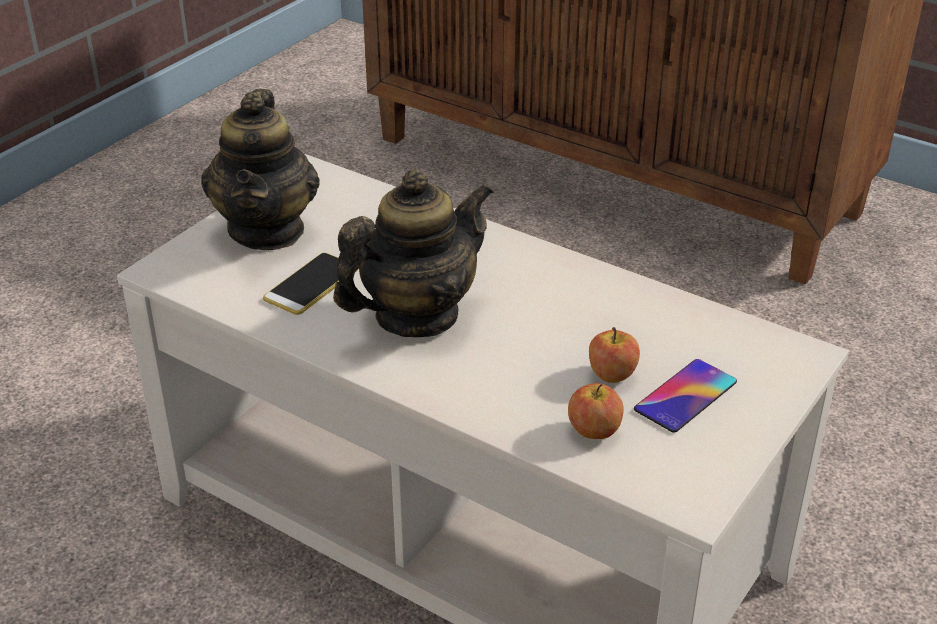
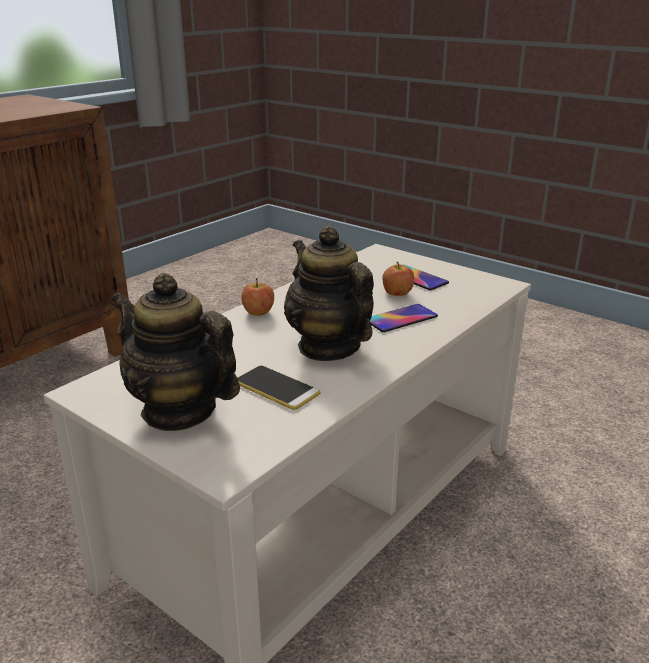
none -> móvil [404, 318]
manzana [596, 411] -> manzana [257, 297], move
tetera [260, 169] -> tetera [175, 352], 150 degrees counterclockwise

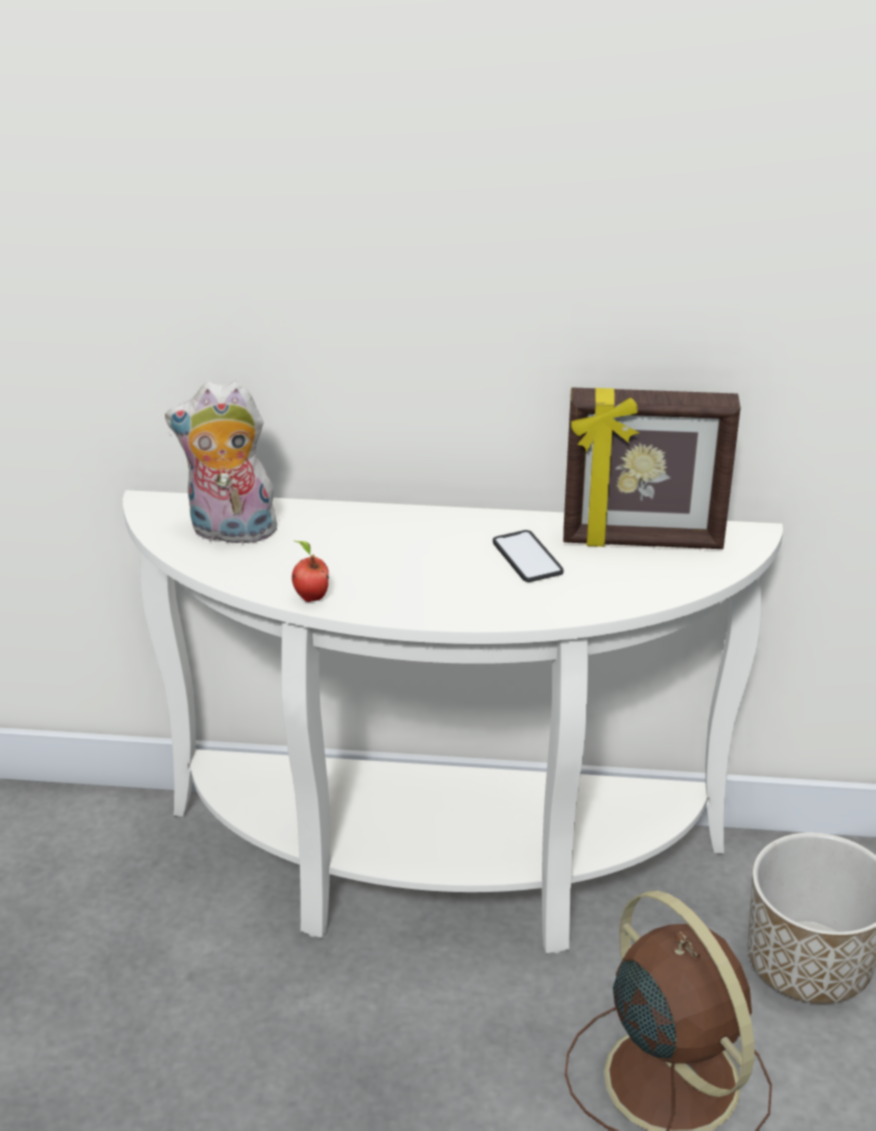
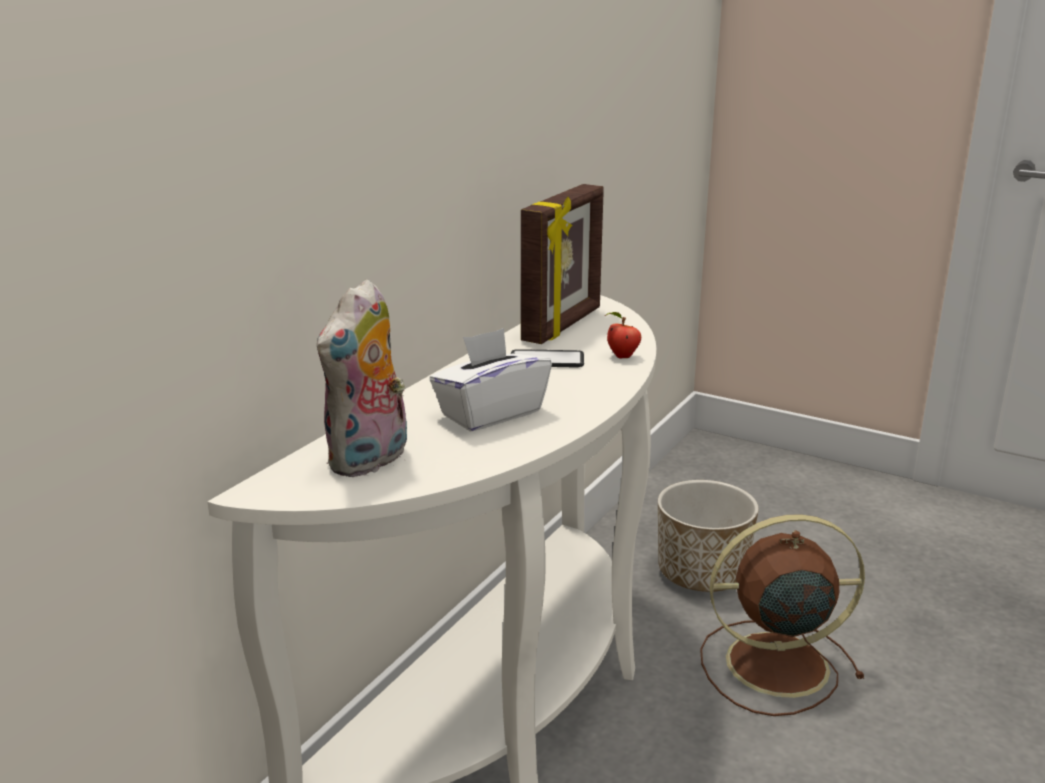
none -> caja de pañuelos [blanco] [491, 380]
manzana [310, 571] -> manzana [623, 335], move

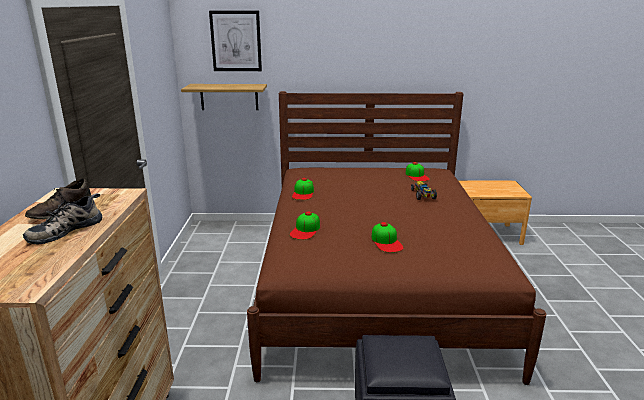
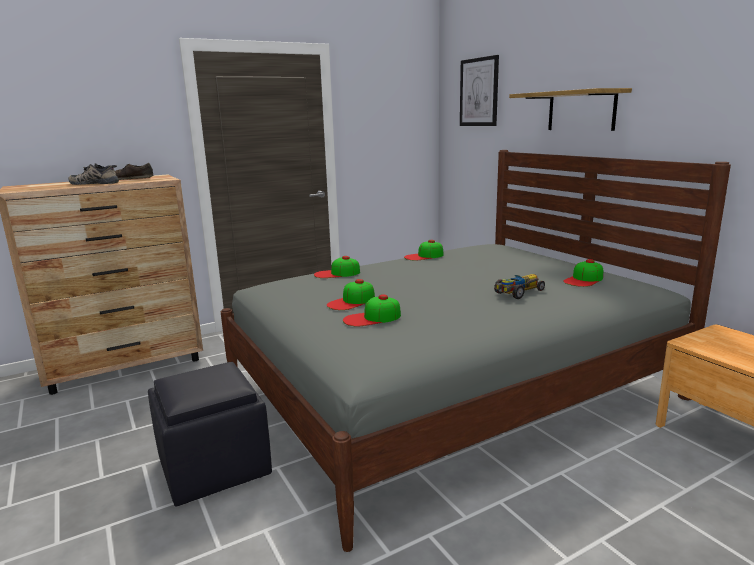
none -> gorra [372, 310]
estante [224, 97] -> estante [570, 109], move
cama [marrón] [396, 238] -> cama [gris] [476, 351]

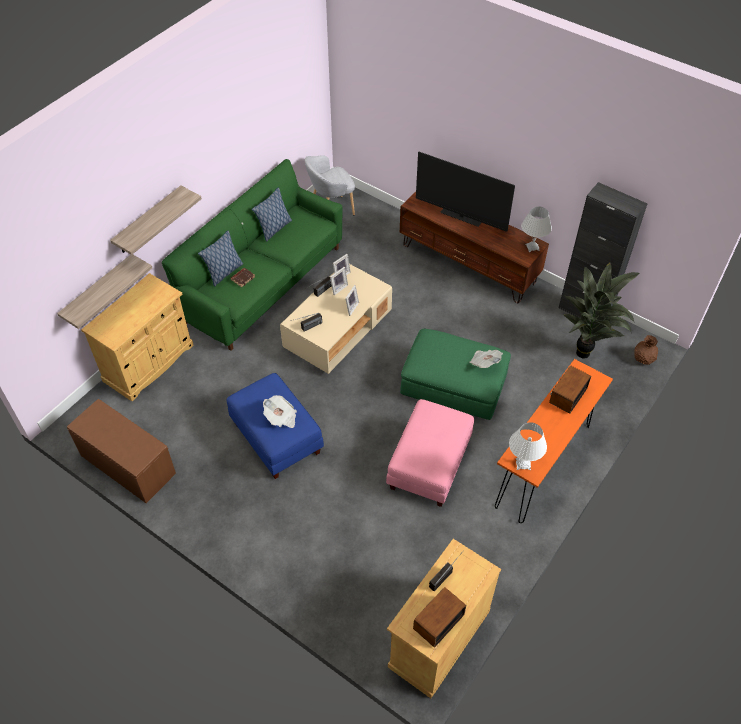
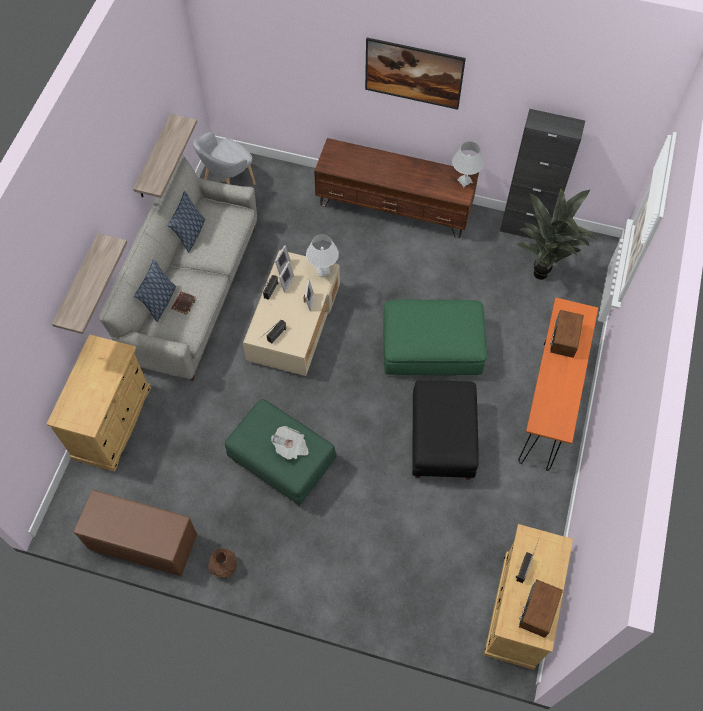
televisor [465, 192] -> none
periódico [486, 359] -> none
none -> cuadro [415, 74]
estante [104, 291] -> estante [165, 156], move
lámpara de mesa [blanco] [528, 446] -> lámpara de mesa [blanco] [322, 256], move
florero [marrón] [646, 350] -> florero [marrón] [222, 563], move
sofá [verde] [252, 254] -> sofá [gris] [178, 267]
puf [azul] [275, 426] -> puf [verde] [280, 452]
puf [rosa] [430, 453] -> puf [negro] [445, 429]

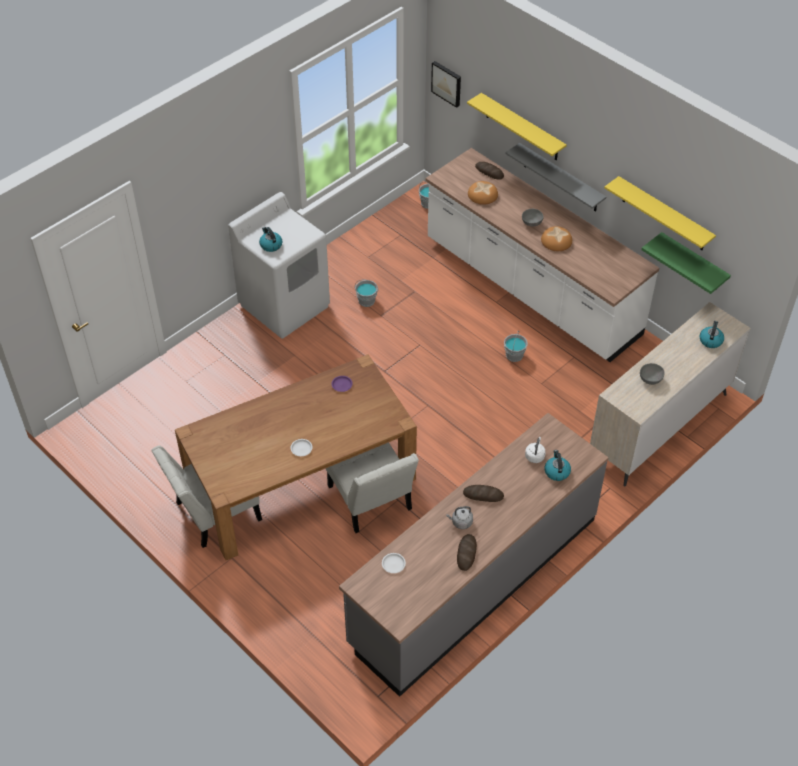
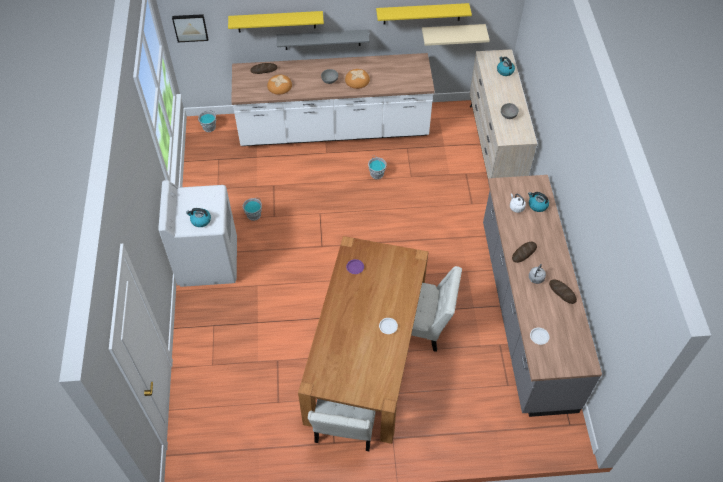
estante [verde] [686, 263] -> estante [beis] [456, 35]

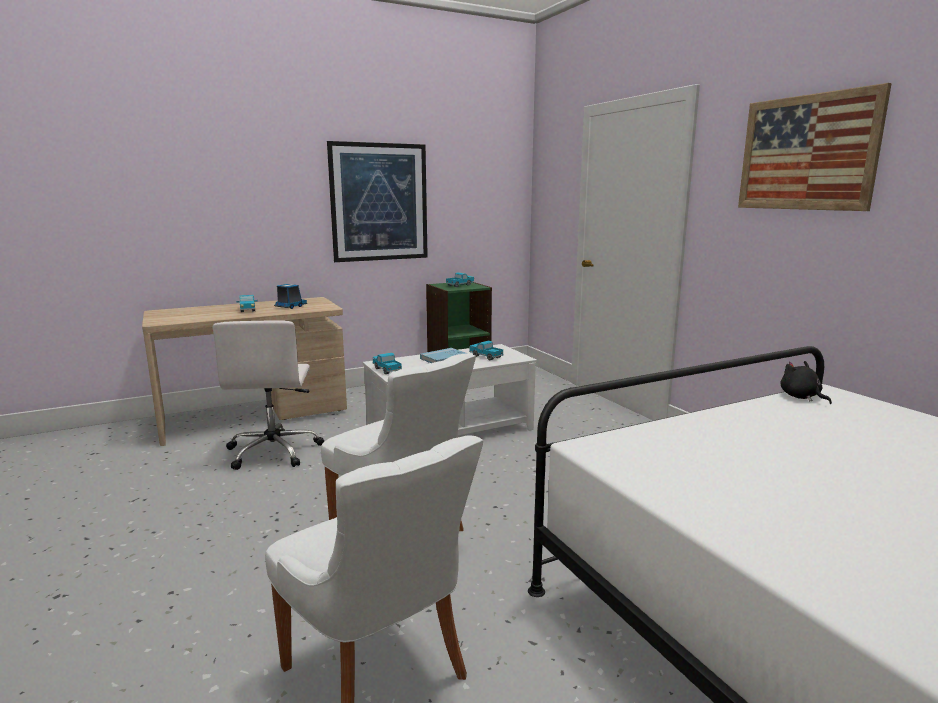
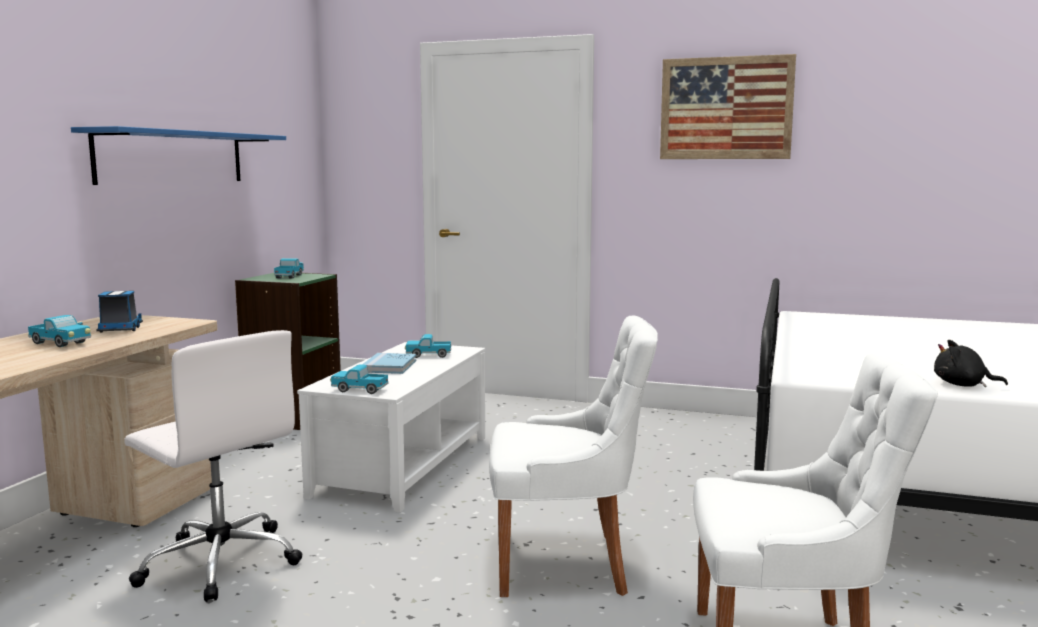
peluche [negro] [806, 382] -> peluche [negro] [971, 363], move
cuadro [377, 201] -> estante [azul] [178, 155]

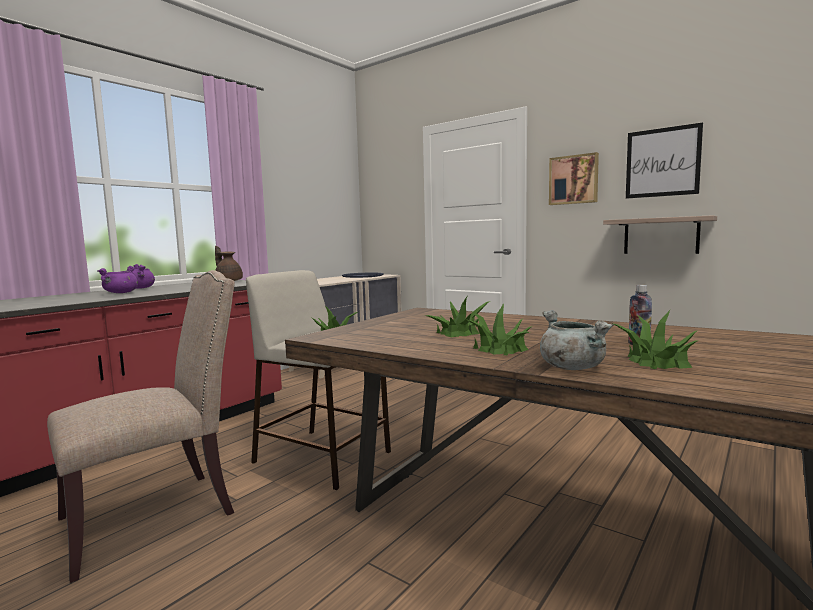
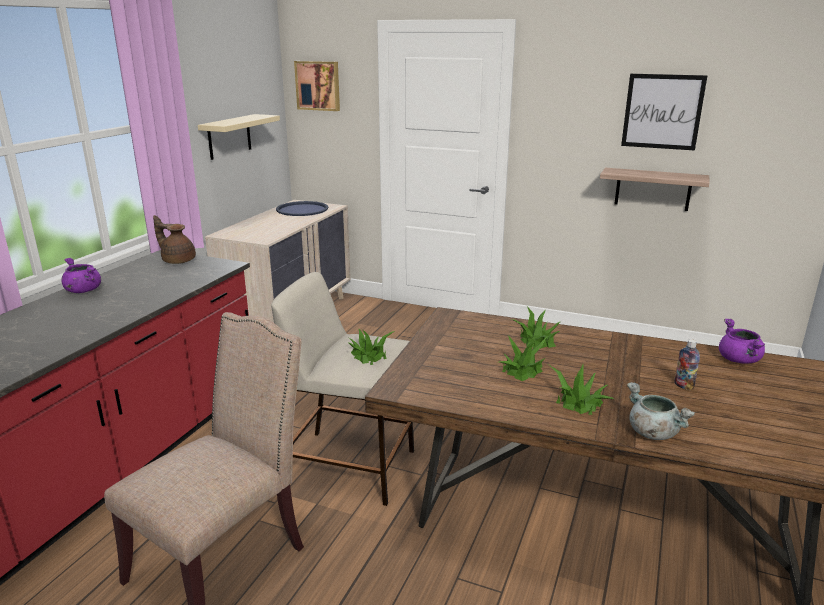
none -> estante [beis] [239, 137]
olla [morado] [118, 279] -> olla [morado] [742, 341], move
cuadro [574, 178] -> cuadro [317, 86], move
planta en maceta [655, 339] -> planta en maceta [536, 327], move

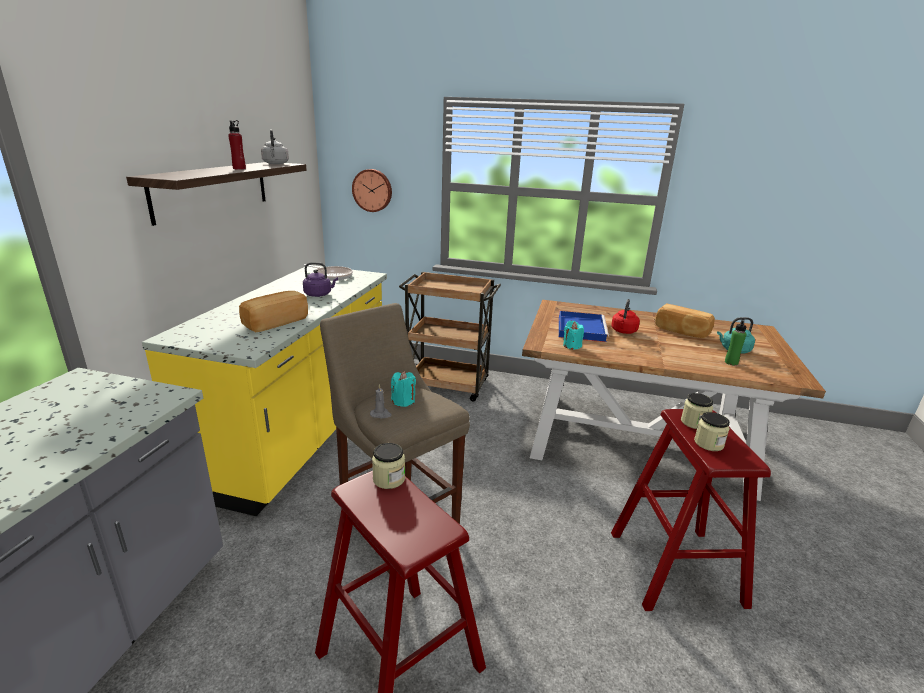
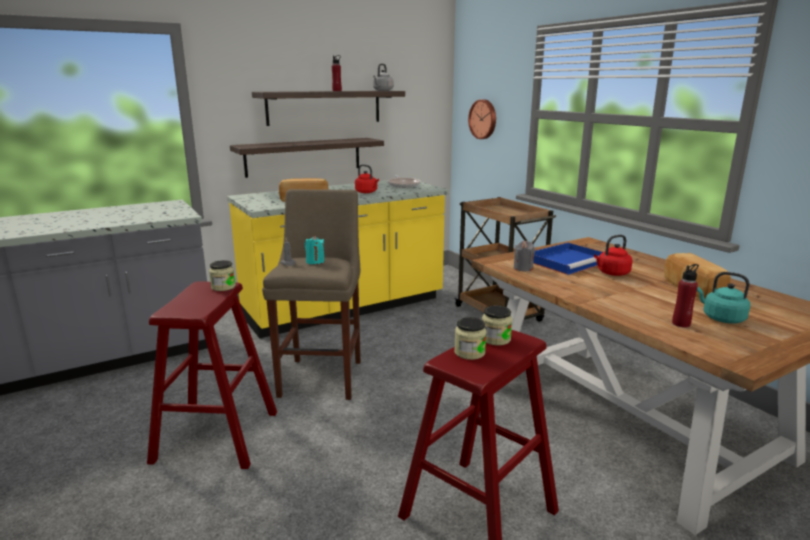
none -> estante [307, 158]
hervidor [morado] [320, 279] -> hervidor [rojo] [367, 178]
vela [turquesa] [573, 335] -> vela [gris] [524, 256]
botella [verde] [735, 341] -> botella [rojo] [685, 296]

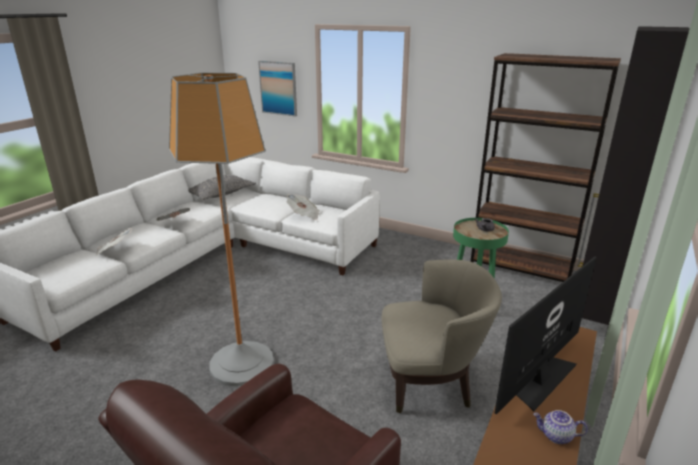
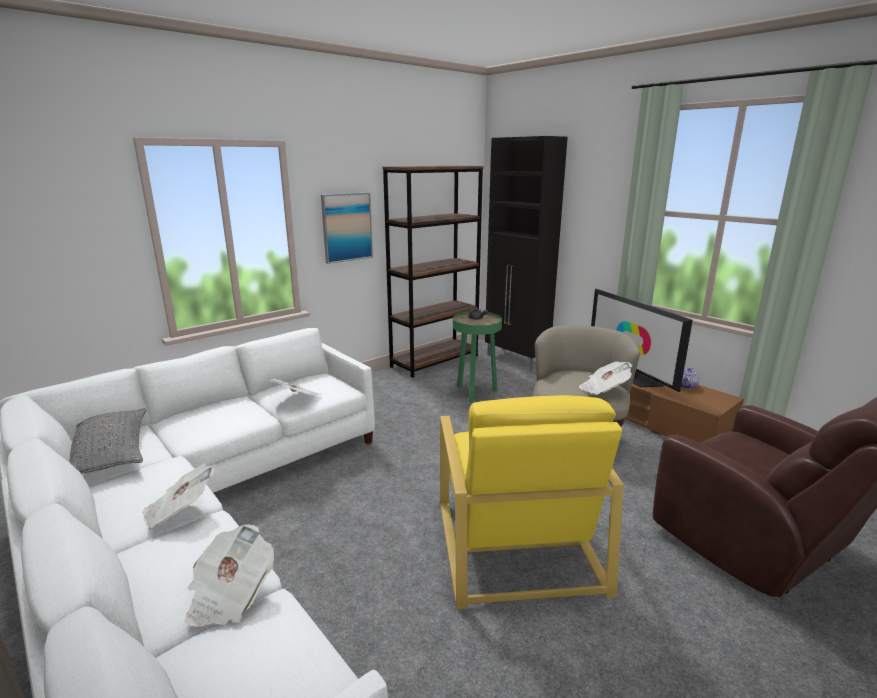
none -> periódico [605, 378]
cuadro [277, 89] -> cuadro [347, 228], move
lámpara de pie [221, 229] -> sillón [amarillo] [532, 502]

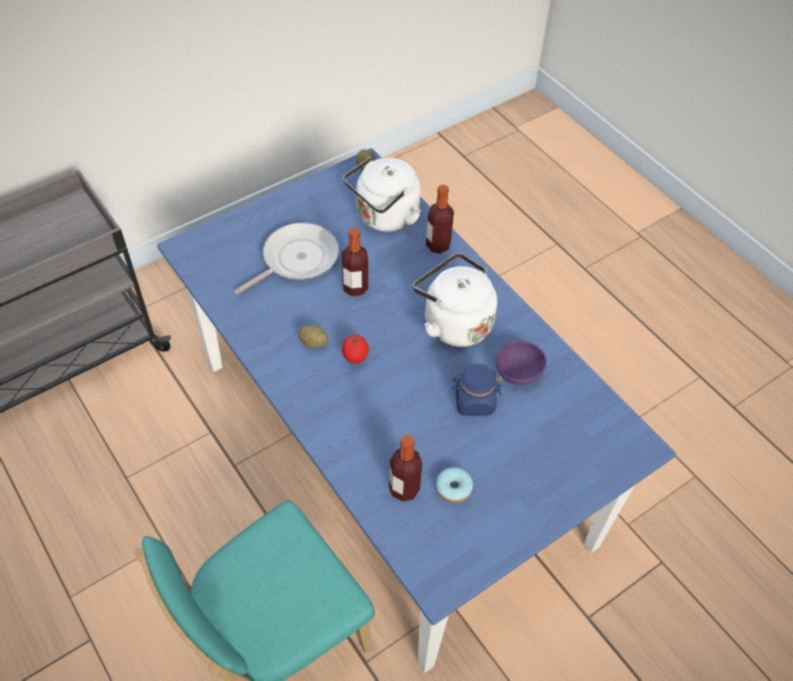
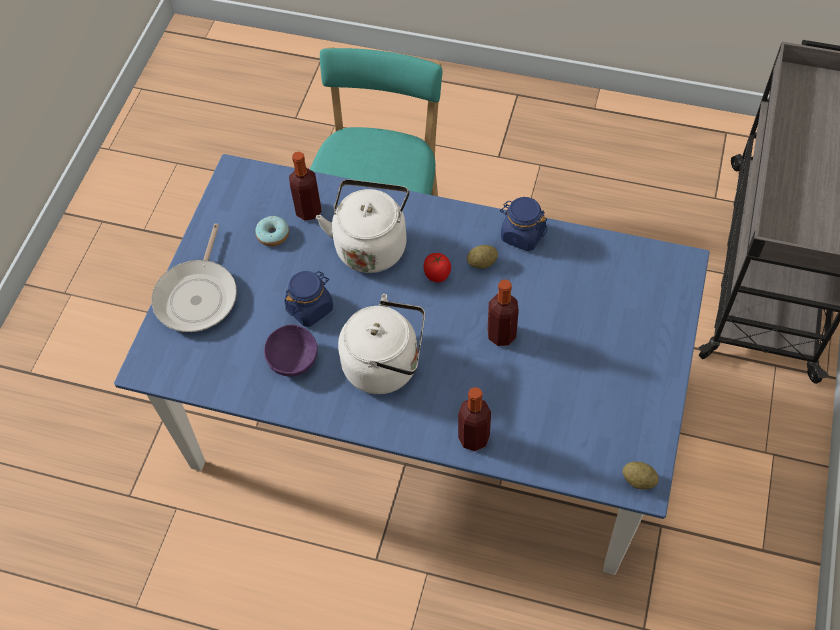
none -> tarro [azul] [523, 224]
sartén [286, 258] -> sartén [194, 278], move
hervidor [blanco] [382, 194] -> hervidor [blanco] [362, 226], move

